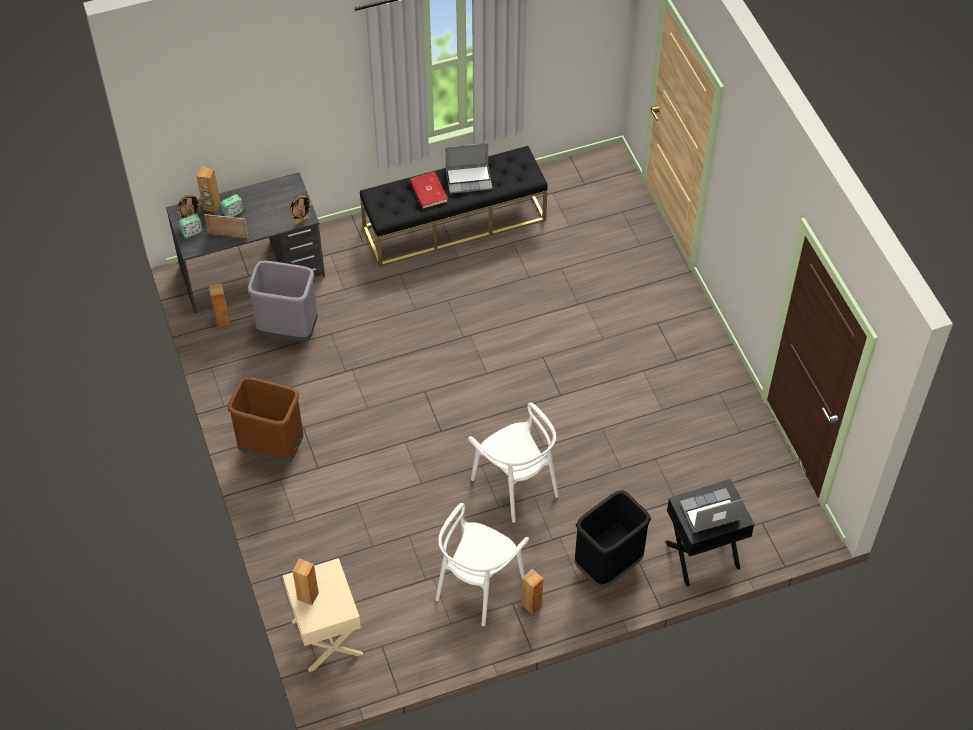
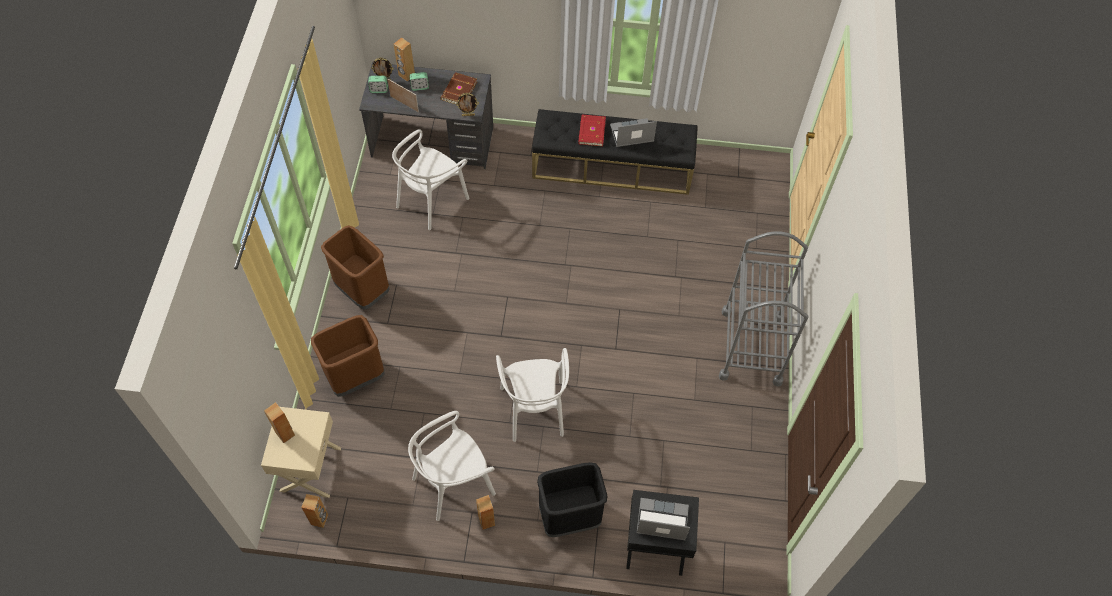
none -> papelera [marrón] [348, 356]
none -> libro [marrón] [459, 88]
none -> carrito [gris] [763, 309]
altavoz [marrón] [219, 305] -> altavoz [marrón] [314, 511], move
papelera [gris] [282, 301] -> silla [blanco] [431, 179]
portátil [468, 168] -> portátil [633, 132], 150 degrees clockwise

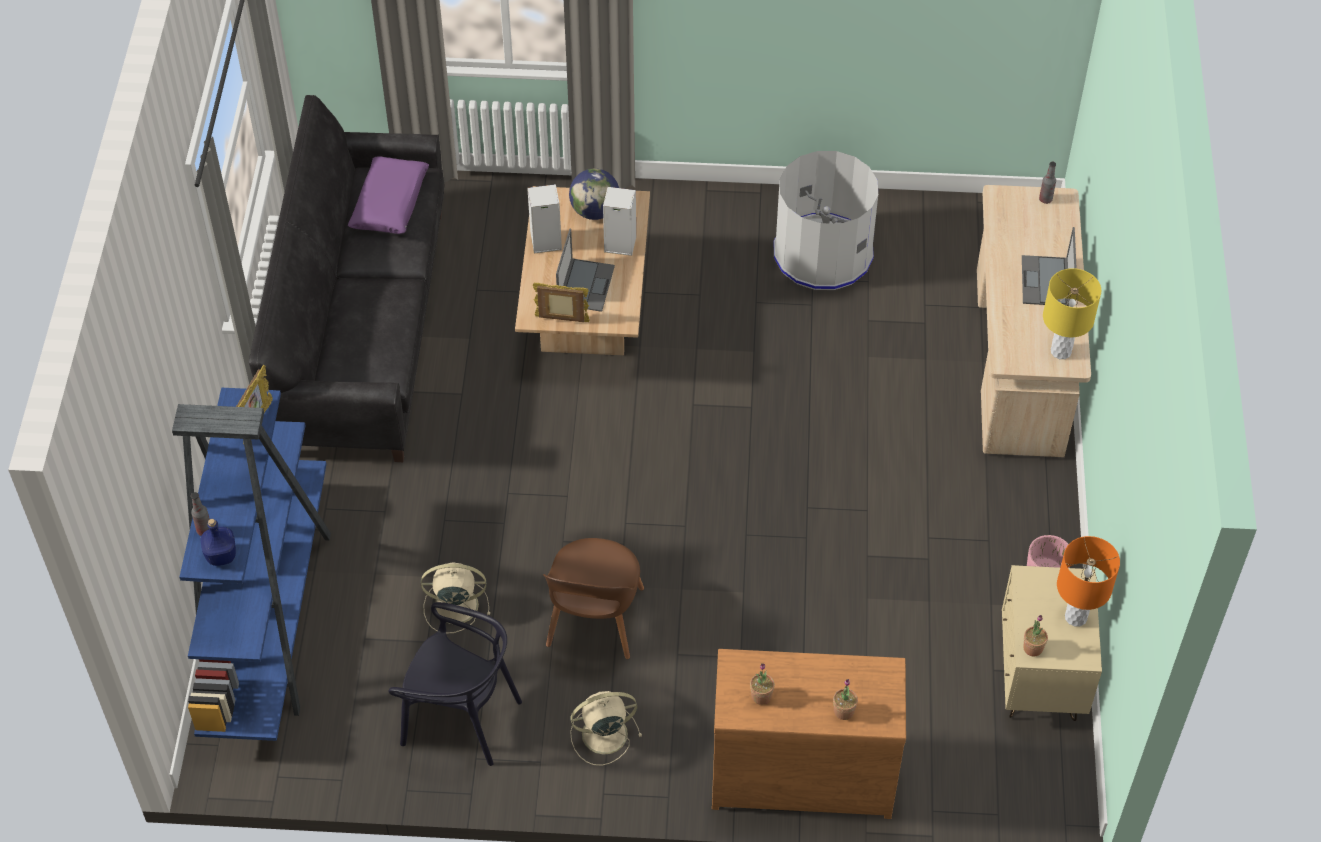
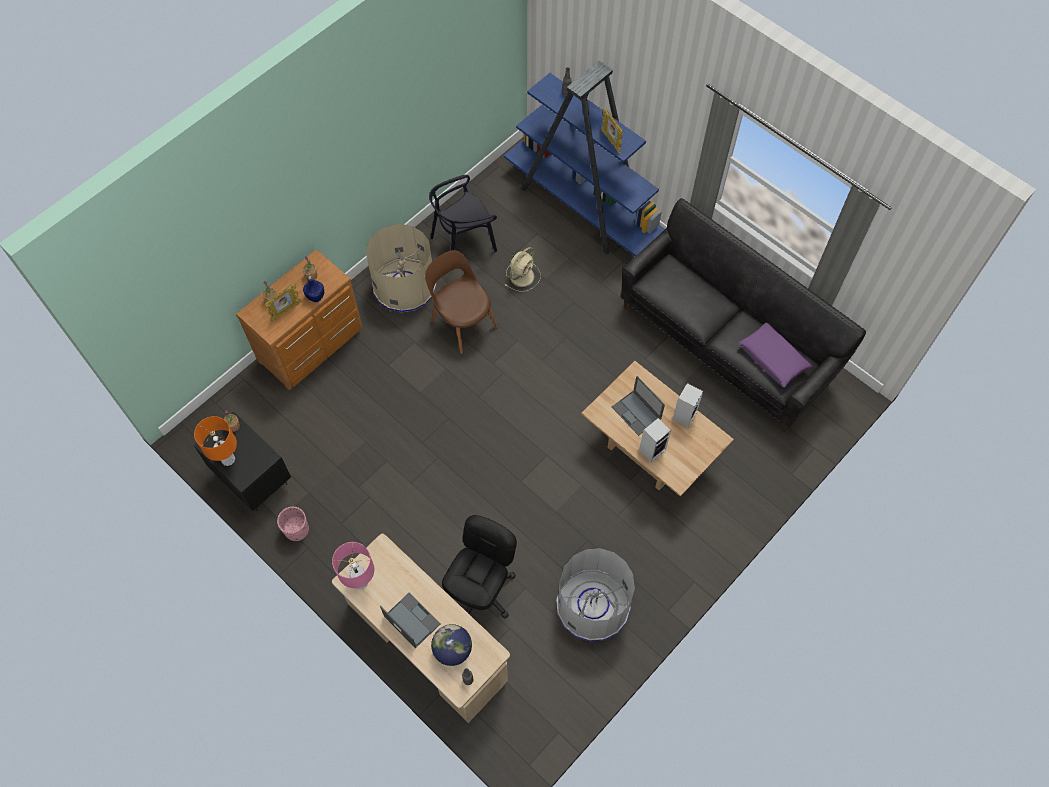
none -> silla de oficina [negro] [479, 567]
botella [azul] [218, 542] -> botella [azul] [313, 289], move
portarretratos [561, 302] -> portarretratos [283, 302], move
globo terráqueo [594, 194] -> globo terráqueo [451, 645], move
ventilador [beis] [606, 728] -> papelera [beis] [401, 268]
mesita de noche [beis] [1052, 643] -> mesita de noche [negro] [242, 461]
lámpara de mesa [amarillo] [1072, 313] -> lámpara de mesa [rosa] [353, 565]

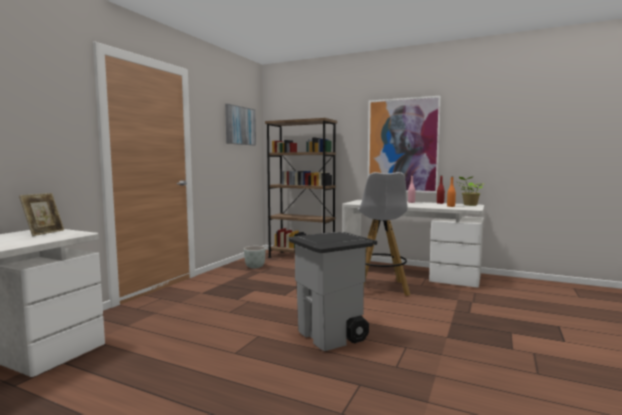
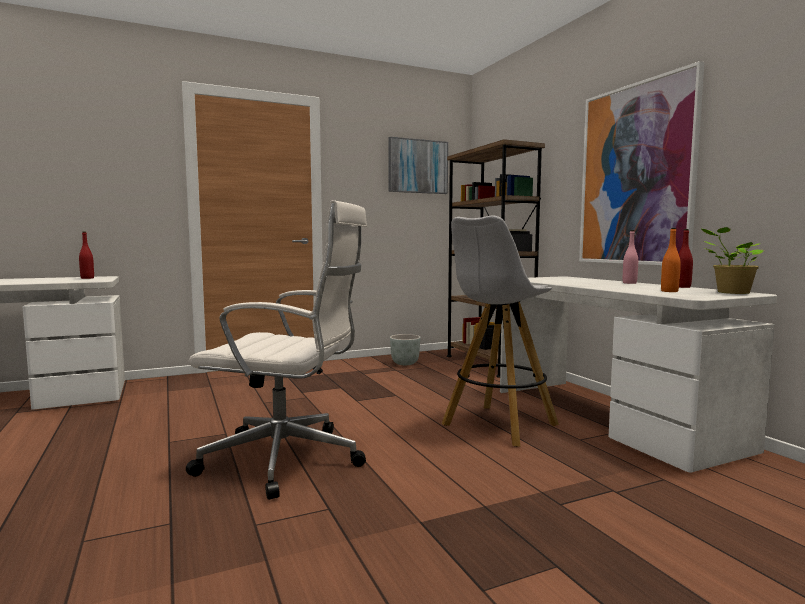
portarretratos [41, 214] -> botella [rojo] [86, 255]
papelera [gris] [332, 291] -> silla de oficina [blanco] [276, 350]

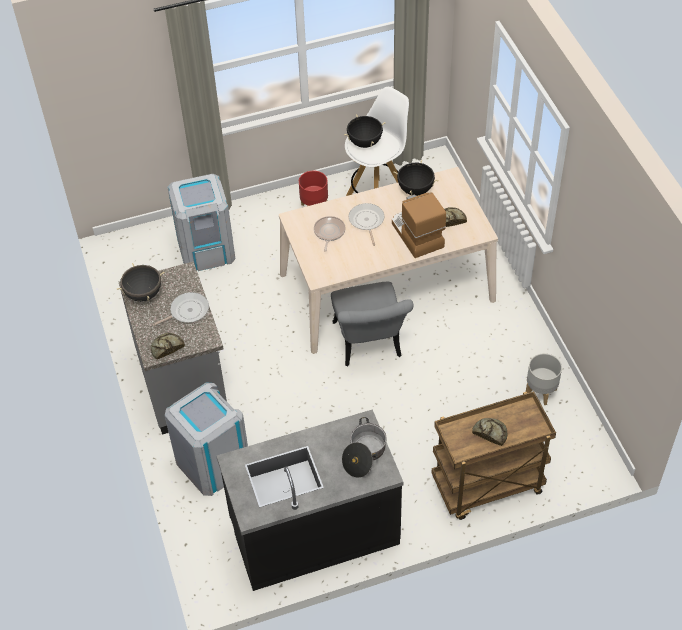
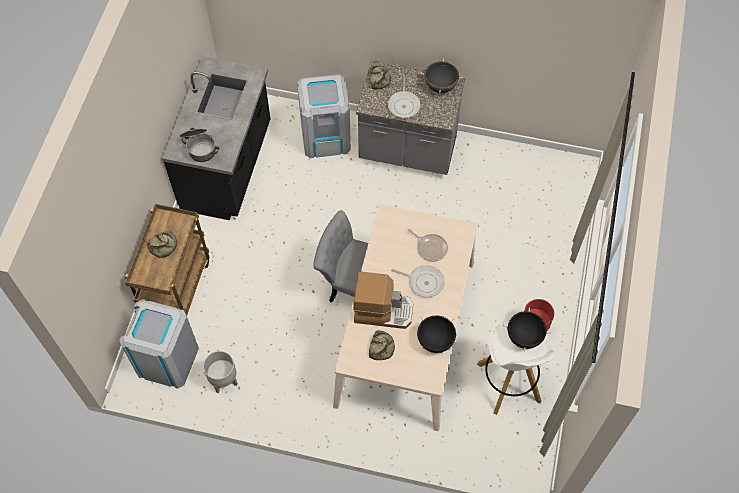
papelera [gris] [201, 222] -> papelera [gris] [159, 344], move

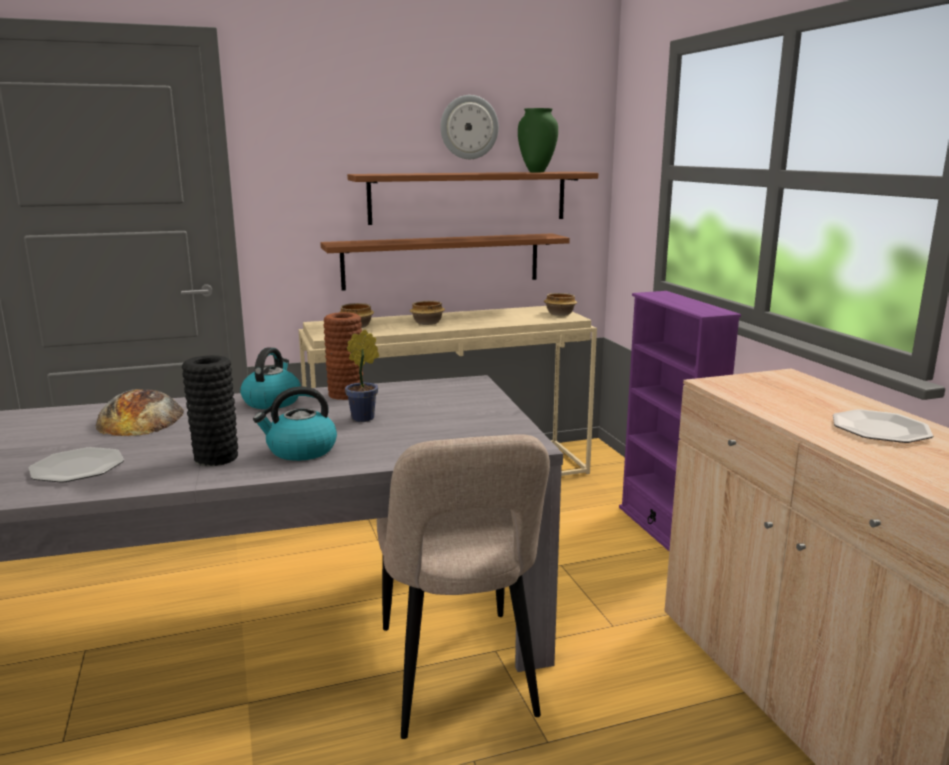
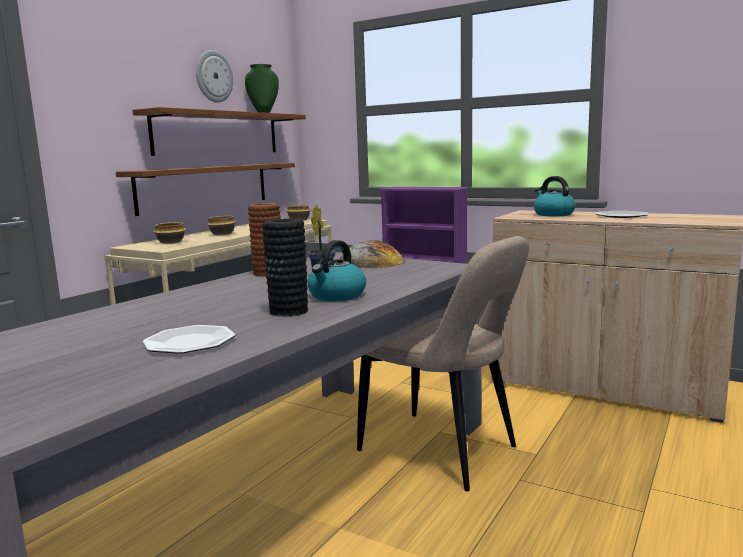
pan [139, 412] -> pan [372, 254], move
hervidor [270, 378] -> hervidor [555, 196], move

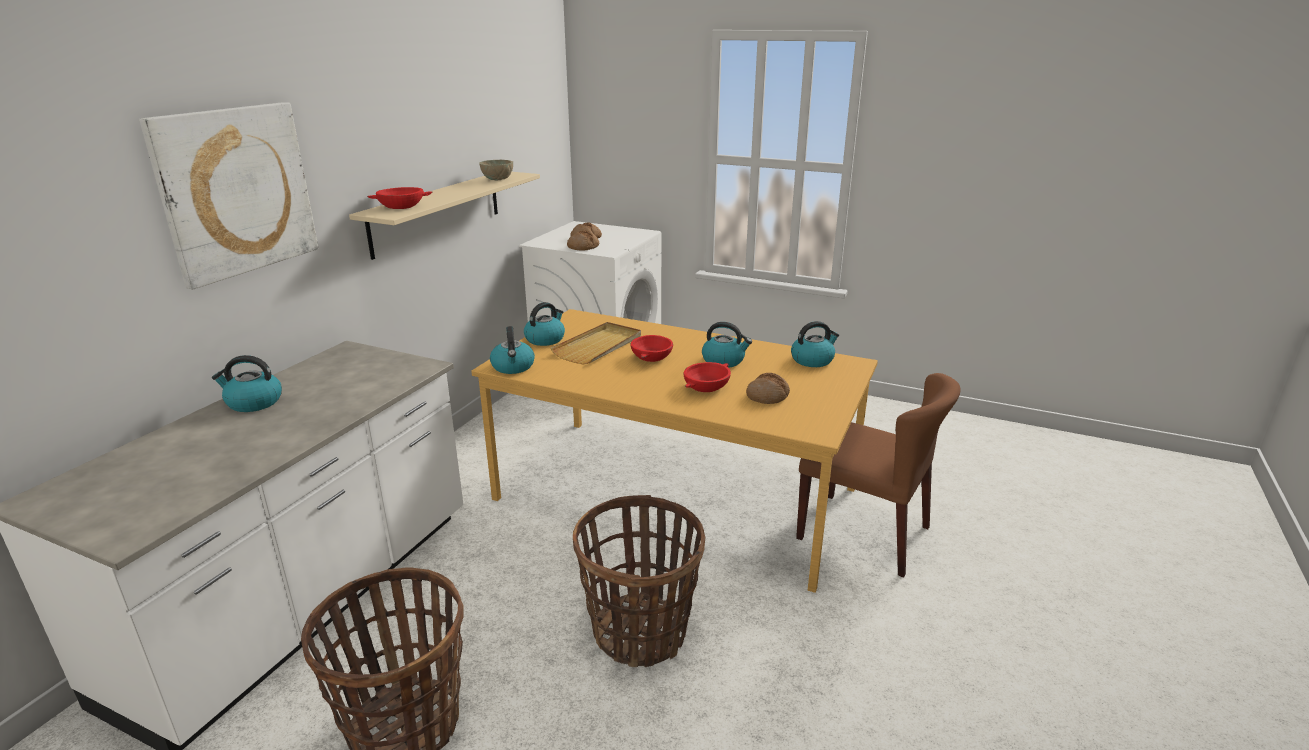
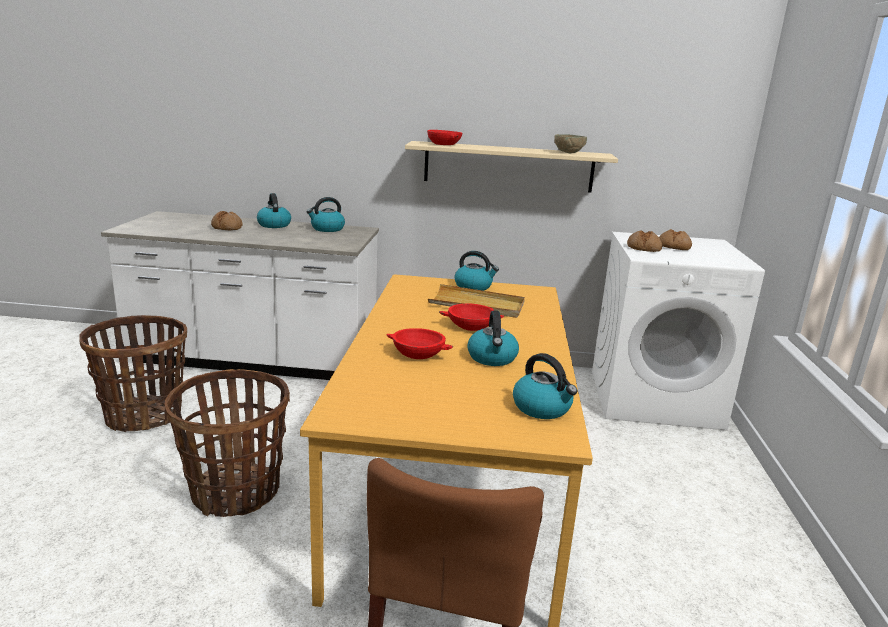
cuadro [229, 195] -> none
hervidor [512, 350] -> hervidor [326, 214], move
pan [768, 388] -> pan [227, 220], move

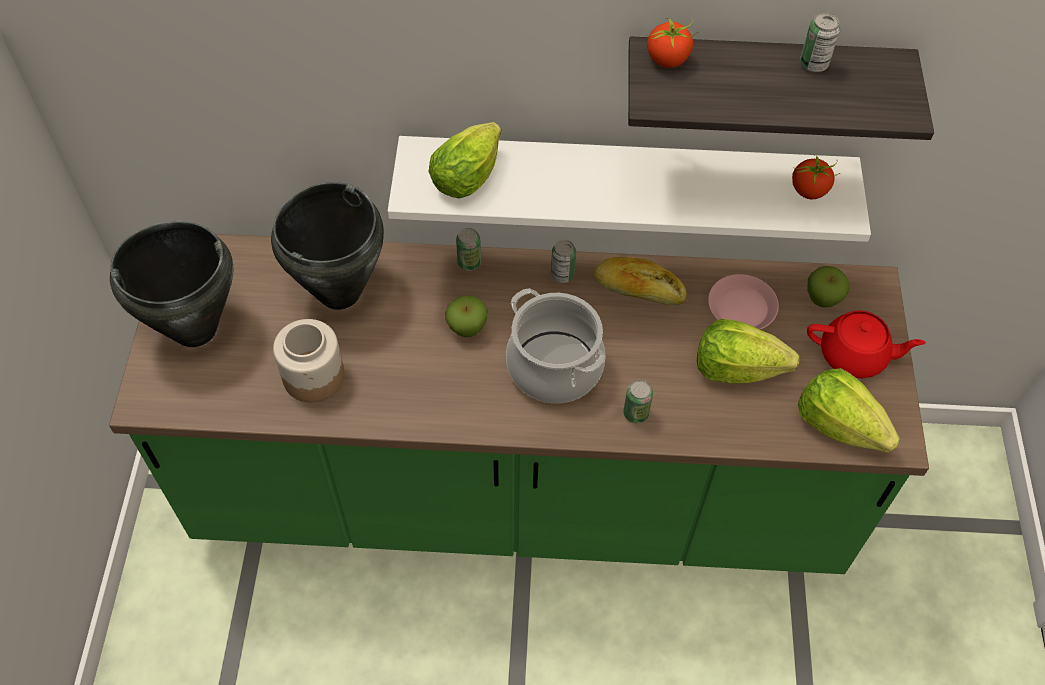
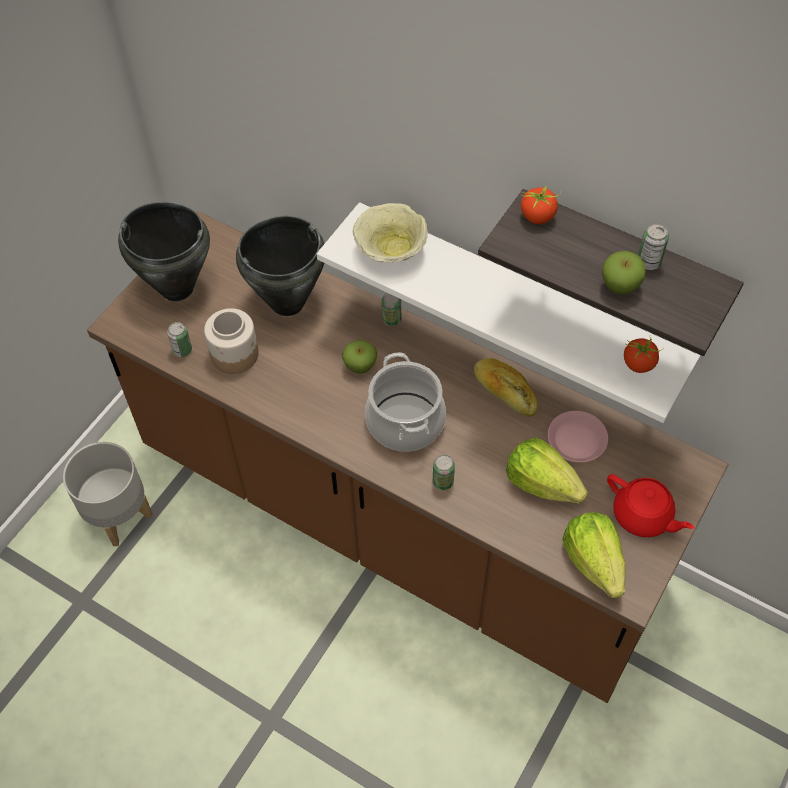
none -> maceta [gris] [108, 494]
lata [563, 261] -> lata [179, 339], move
manzana [828, 287] -> manzana [624, 273], move
lechuga [465, 160] -> cuenco [beis] [390, 233]
mueble bajo de cocina [verde] [519, 404] -> mueble bajo de cocina [marrón] [407, 457]

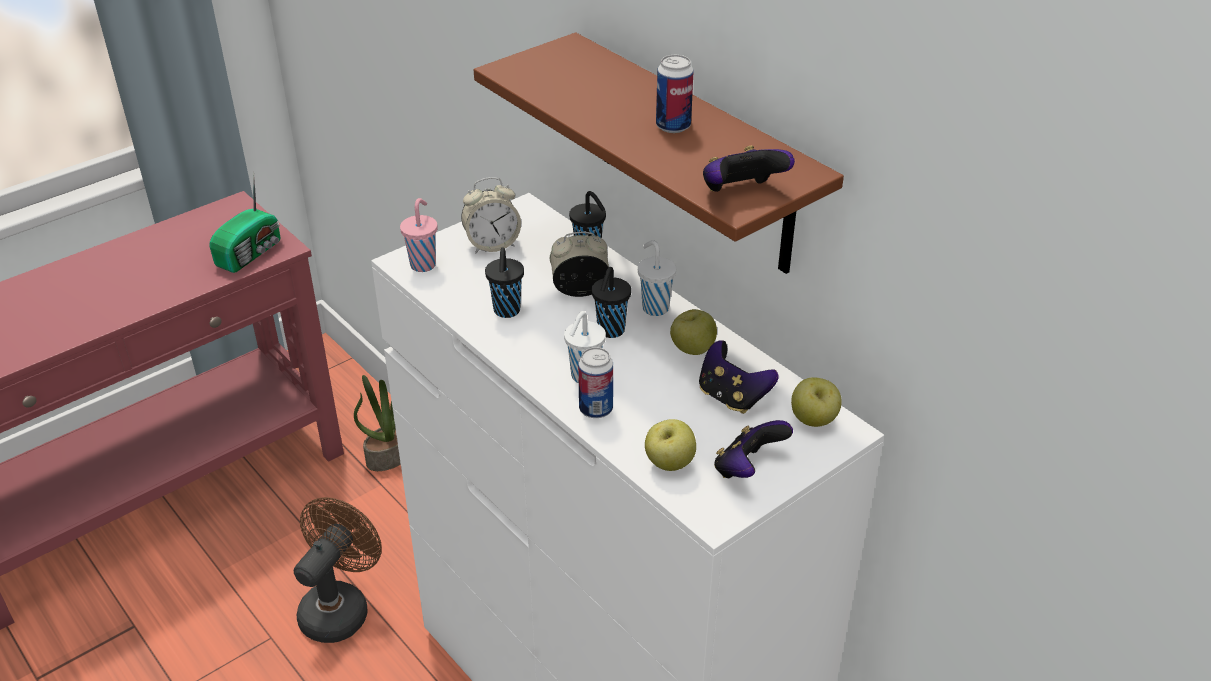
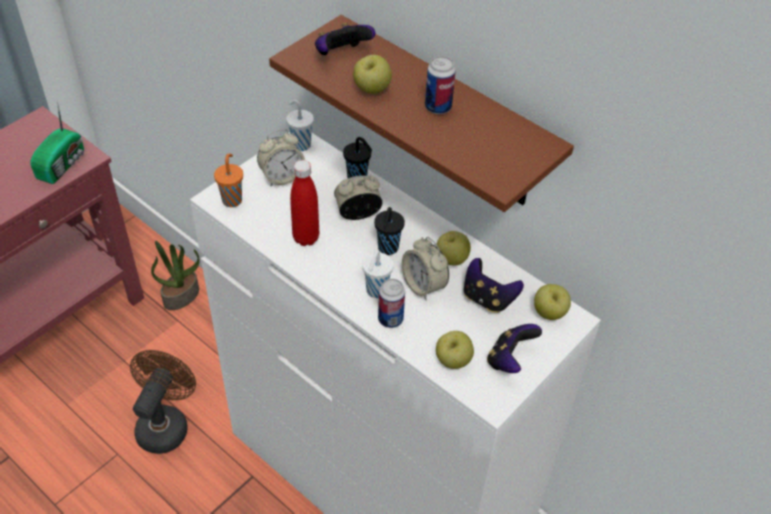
none -> manzana [372, 74]
none -> despertador [425, 268]
taza [blanco] [657, 278] -> taza [blanco] [300, 125], move
mando de consola [749, 169] -> mando de consola [345, 39], move
taza [negro] [504, 283] -> botella [rojo] [304, 203]
taza [rosa] [419, 235] -> taza [naranja] [228, 180]

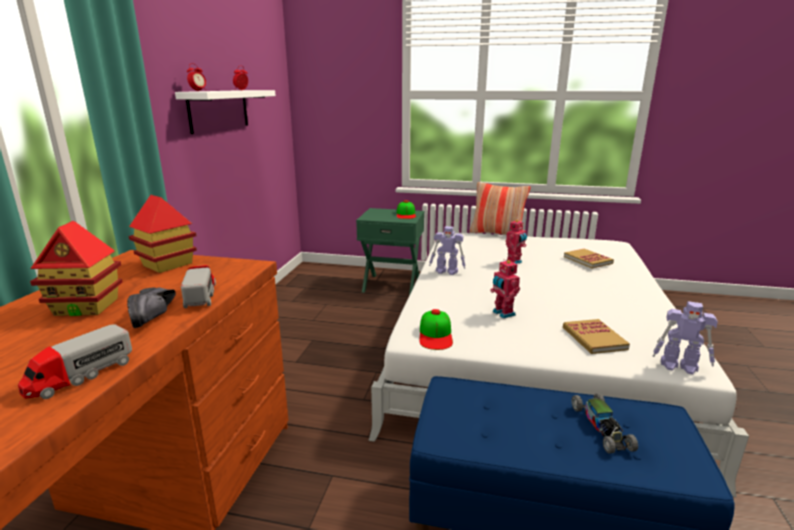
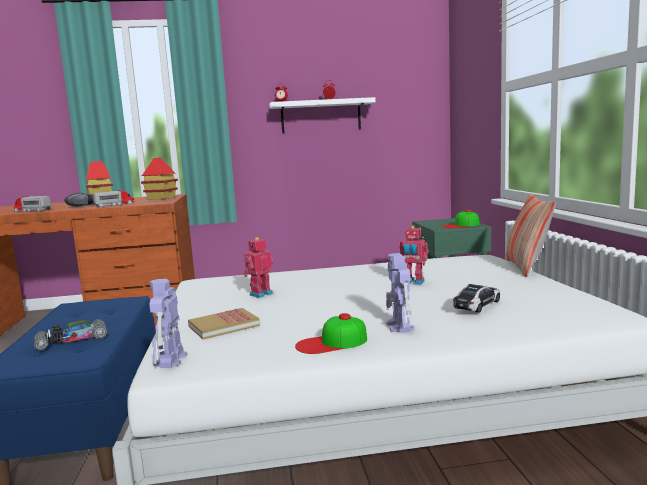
gorra [436, 329] -> gorra [331, 333], move
robot de juguete [447, 250] -> robot de juguete [400, 293], move
libro [589, 259] -> coche de juguete [476, 298]

